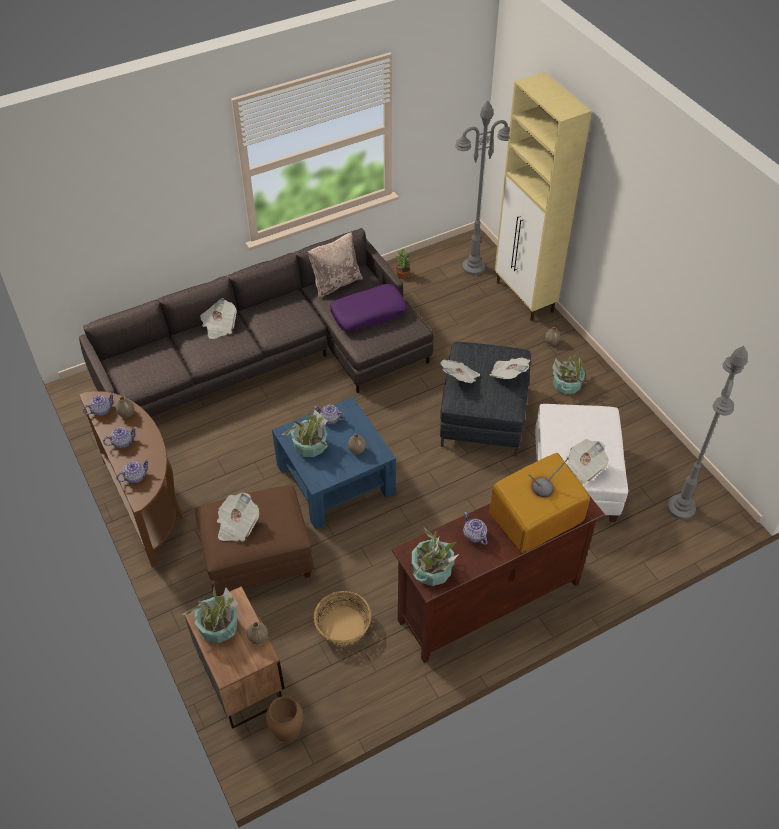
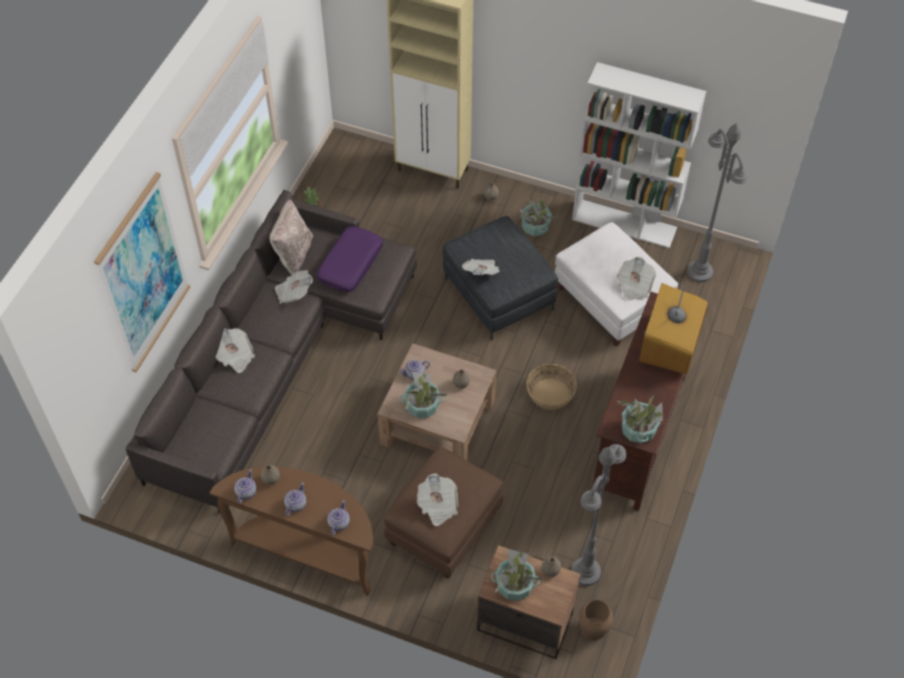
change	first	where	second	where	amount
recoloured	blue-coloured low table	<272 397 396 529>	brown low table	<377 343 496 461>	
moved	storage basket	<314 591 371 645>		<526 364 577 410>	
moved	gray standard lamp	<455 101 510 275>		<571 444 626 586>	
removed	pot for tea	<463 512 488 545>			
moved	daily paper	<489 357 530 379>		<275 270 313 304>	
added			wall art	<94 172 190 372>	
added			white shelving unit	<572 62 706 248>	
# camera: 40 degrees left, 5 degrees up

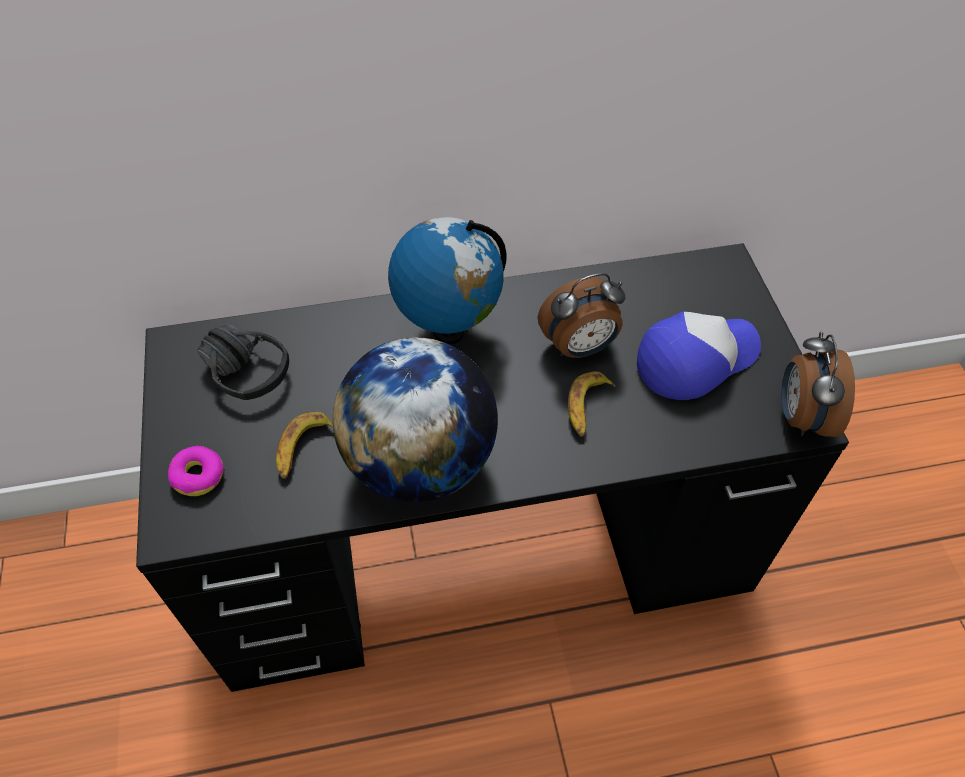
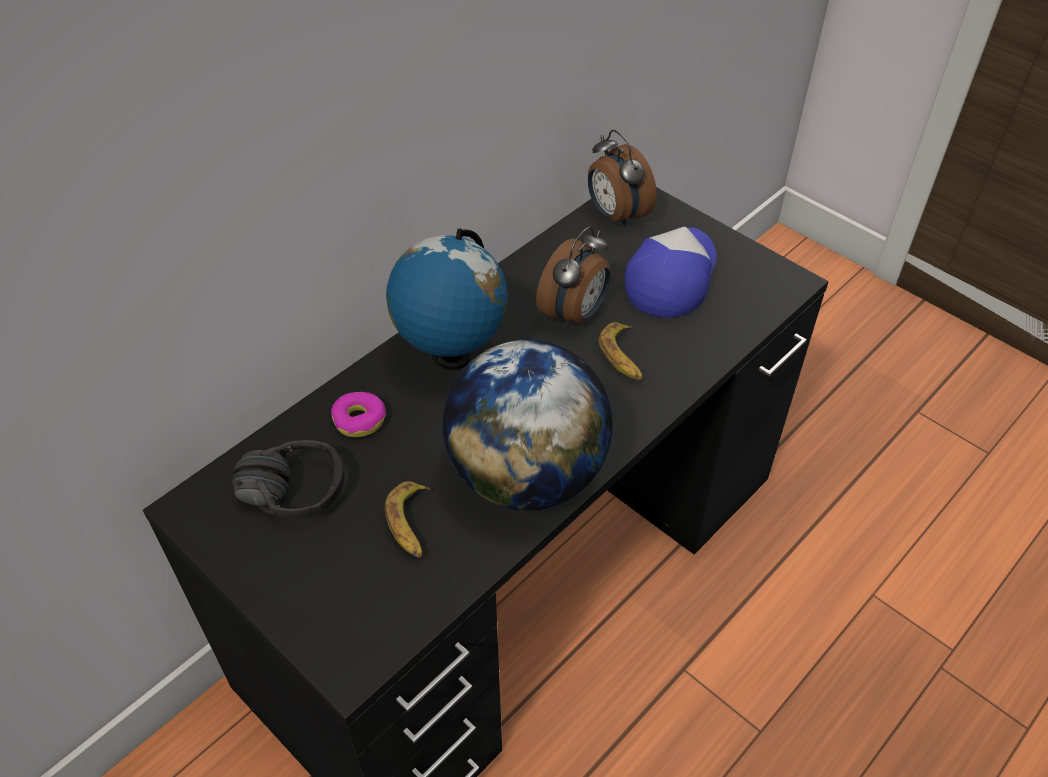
change	first	where	second	where	amount
moved	doughnut	<168 446 225 496>		<331 392 386 437>	
moved	table clock	<781 332 855 437>		<588 130 657 228>	
# camera: 35 degrees left, 5 degrees down

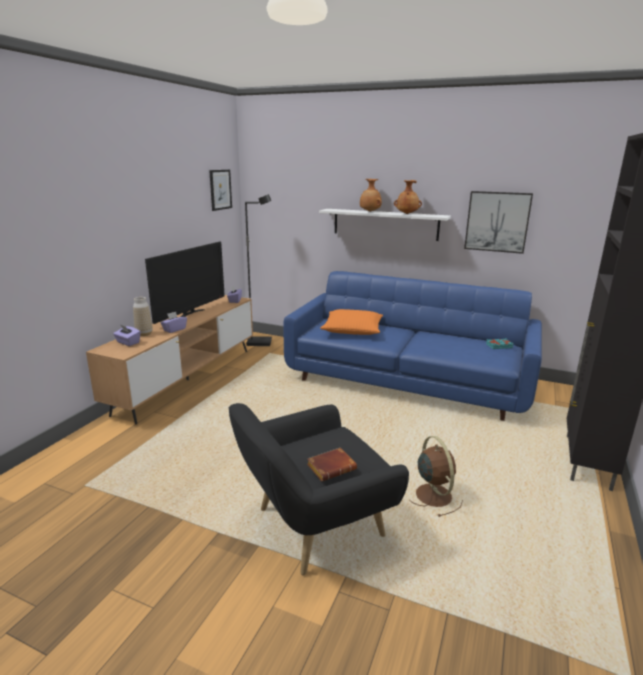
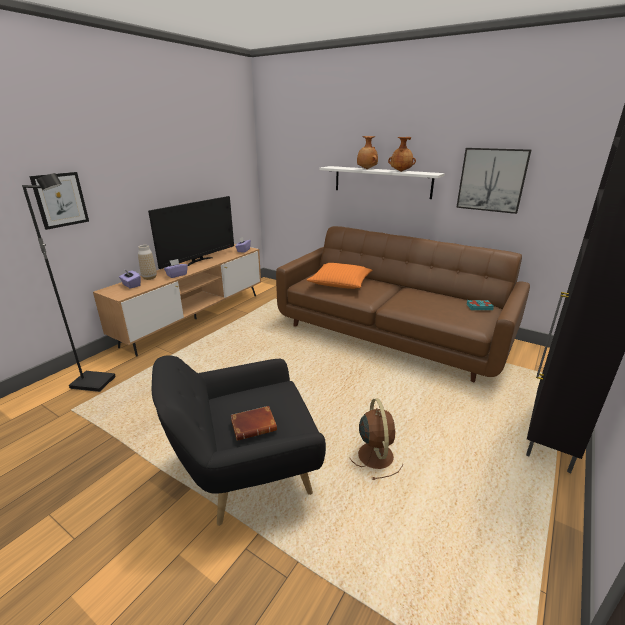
change	first	where	second	where	amount
moved	wall art	<209 170 232 211>		<29 172 89 230>	
moved	blackish standard lamp	<245 194 272 346>		<22 173 116 392>	
recoloured	blue-coloured settee	<283 271 542 421>	brown settee	<276 226 530 382>	
# camera: 10 degrees right, 5 degrees up

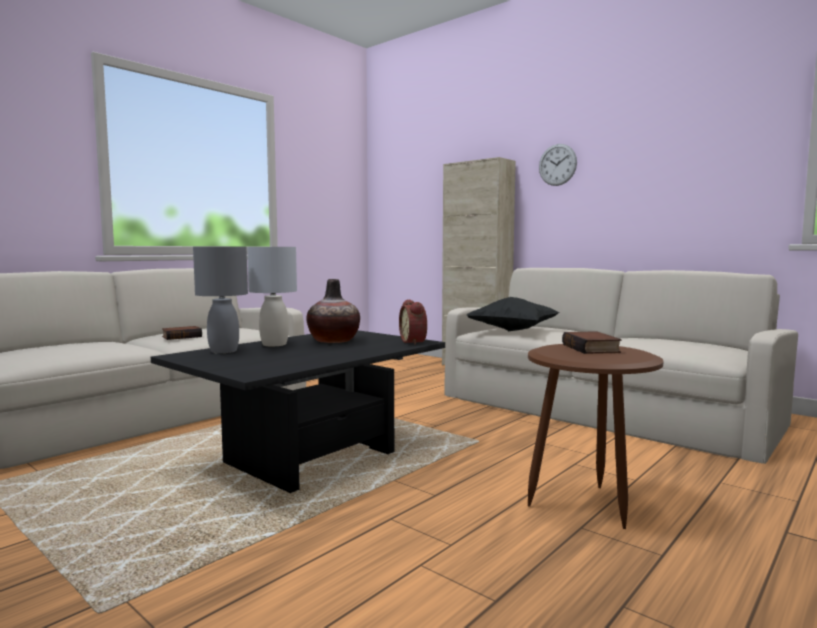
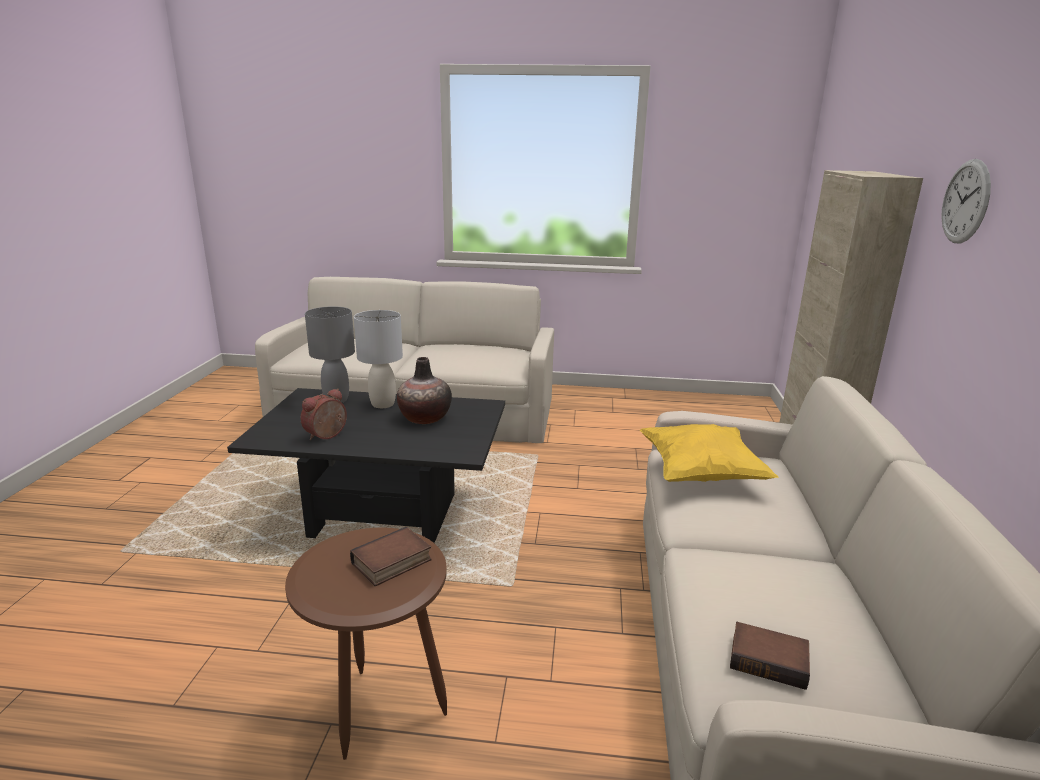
change	first	where	second	where	amount
moved	volume	<162 326 202 340>		<730 622 810 690>	
moved	table clock	<399 299 427 345>		<300 389 347 440>	
recoloured	blackish cushion	<467 297 559 331>	yellow cushion	<640 424 779 482>	
# camera: 55 degrees right, 15 degrees up

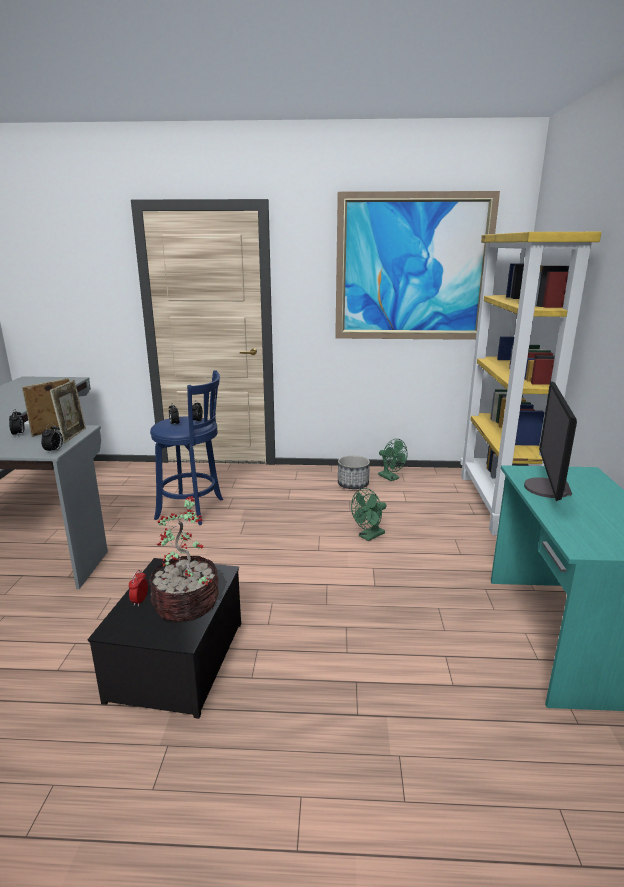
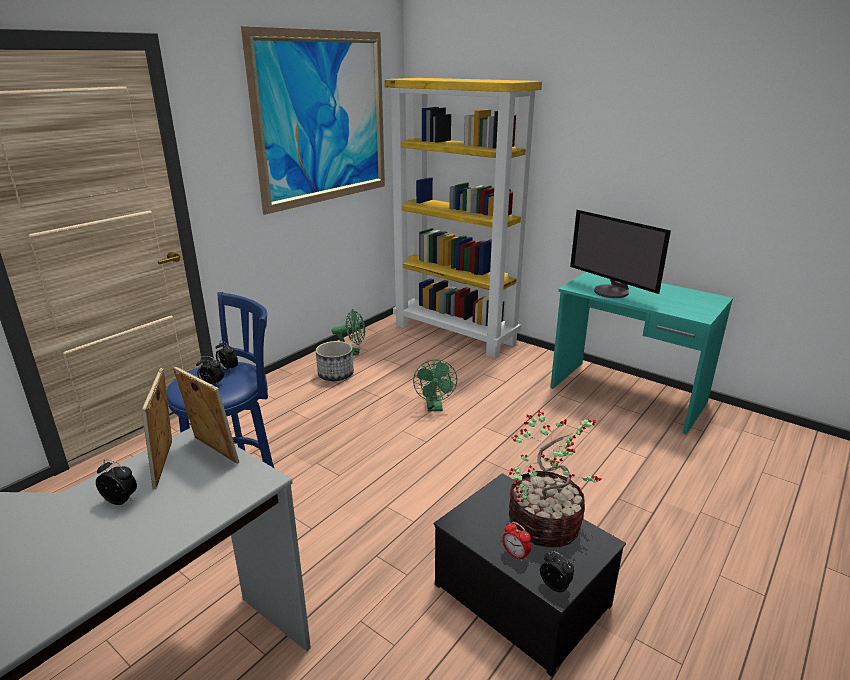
change	first	where	second	where	amount
moved	table clock	<41 423 63 453>		<540 551 574 592>	
# camera: 55 degrees left, 5 degrees up

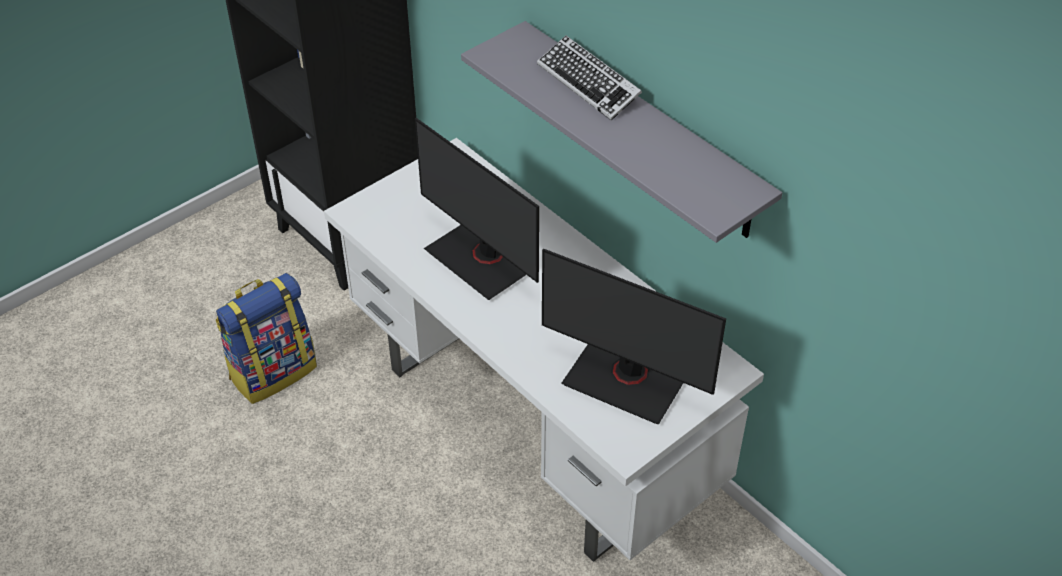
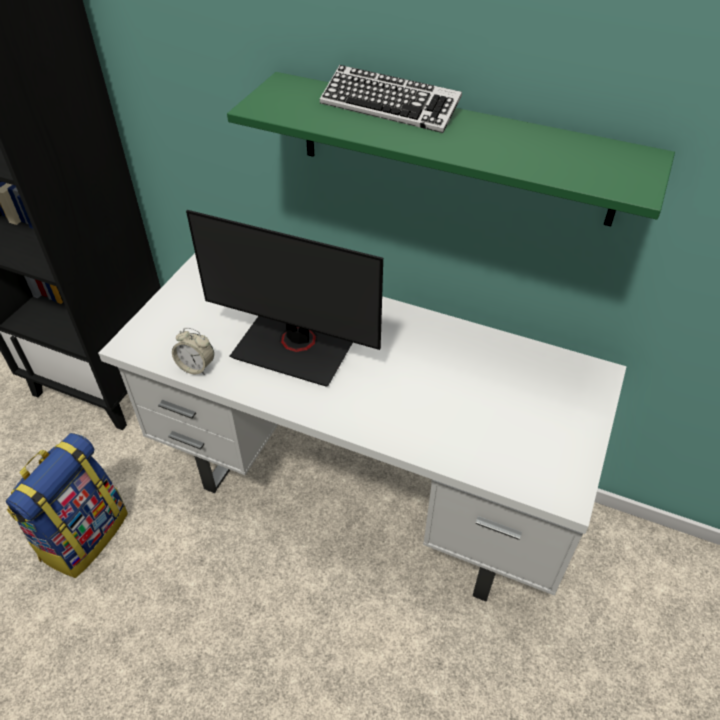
change	first	where	second	where	amount
recoloured	gray shelf	<461 21 782 243>	green shelf	<227 72 675 226>	
removed	computer display	<542 248 726 424>			
added			table clock	<172 328 214 375>	
# camera: 25 degrees left, 0 degrees up

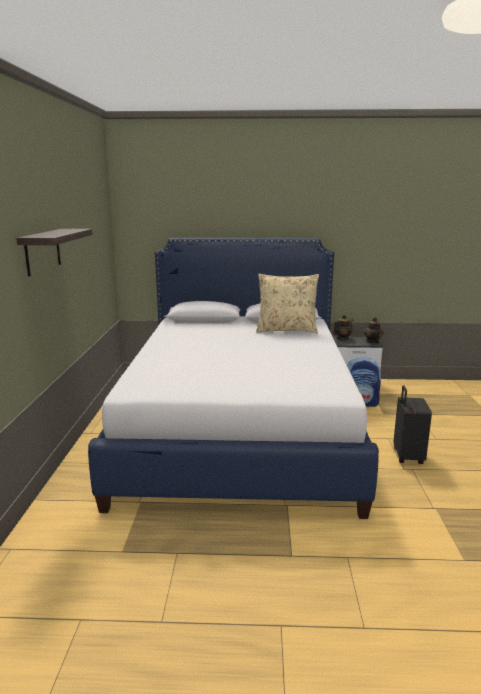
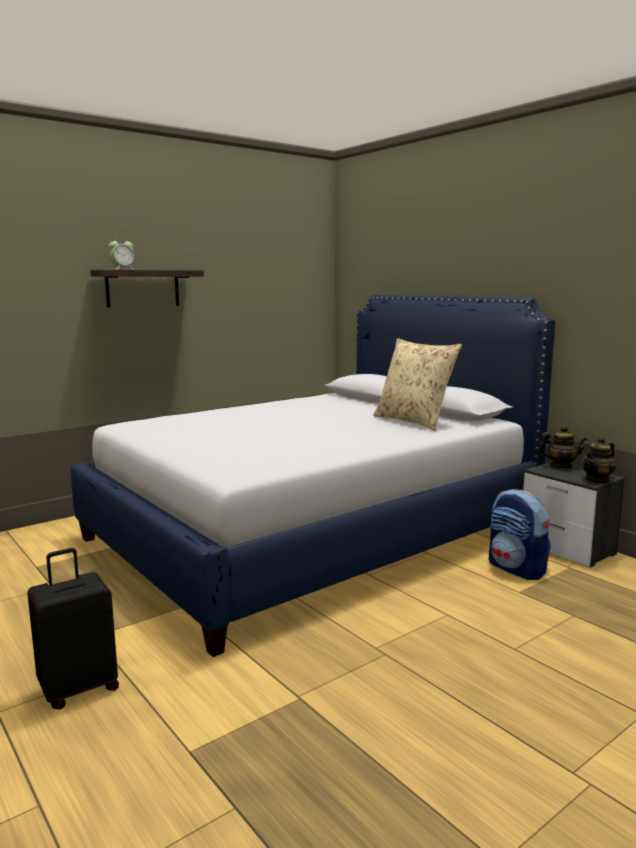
change	first	where	second	where	amount
moved	blackish piece of luggage	<394 385 432 464>		<27 548 119 709>	
added			table clock	<108 237 135 270>	
# camera: 50 degrees right, 5 degrees down

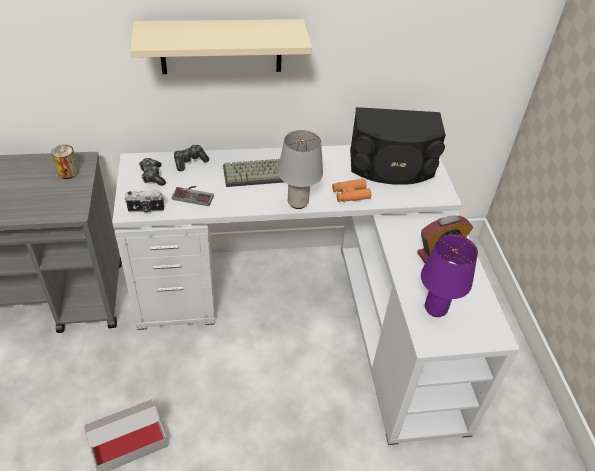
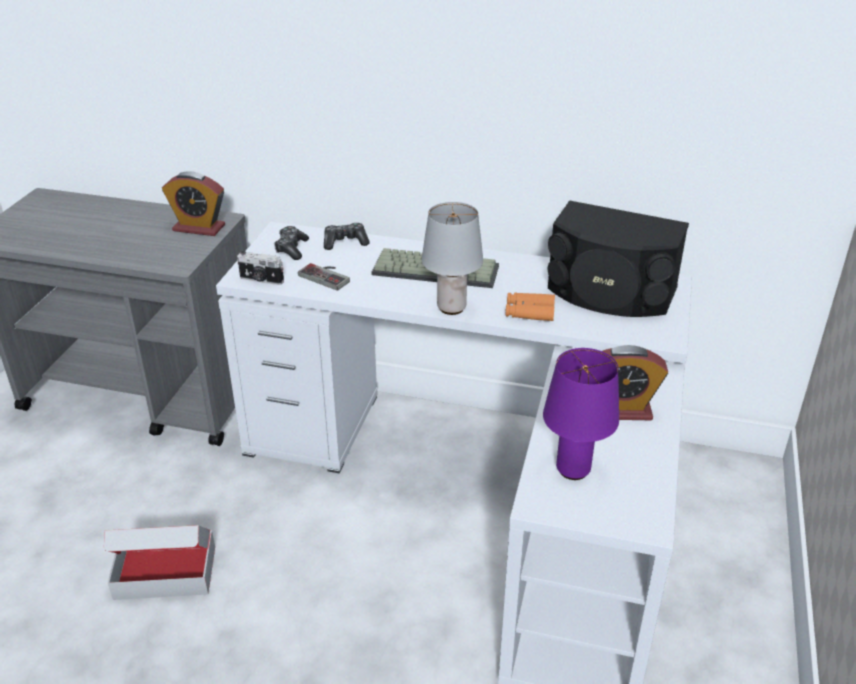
change	first	where	second	where	amount
replaced	sealed can	<52 145 79 179>	table clock	<162 171 225 236>	
removed	sand-coloured shelf	<130 19 312 74>			
# camera: 25 degrees right, 10 degrees down

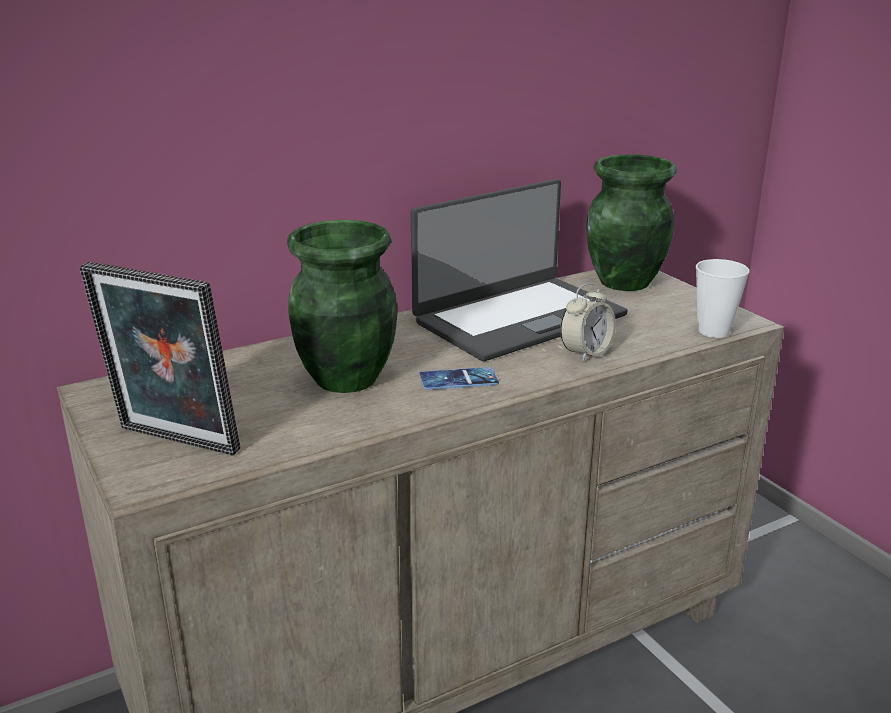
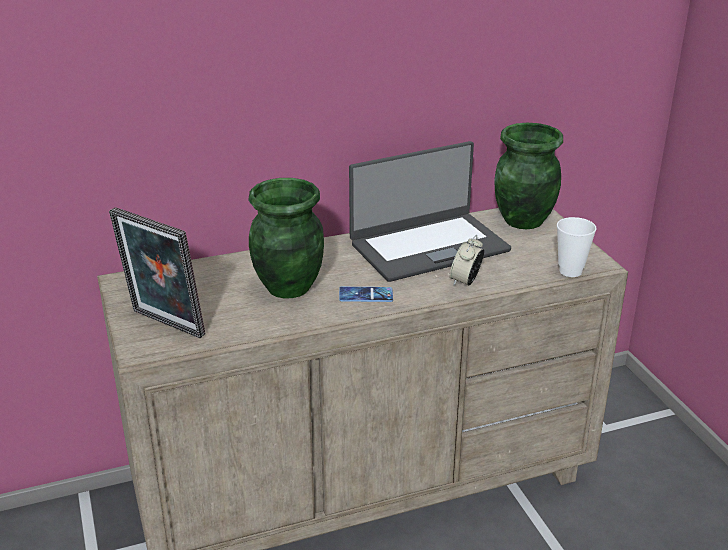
change	first	where	second	where	amount
turned	table clock	<560 283 616 362>		<450 235 484 286>	150 degrees clockwise
# camera: 10 degrees right, 5 degrees up

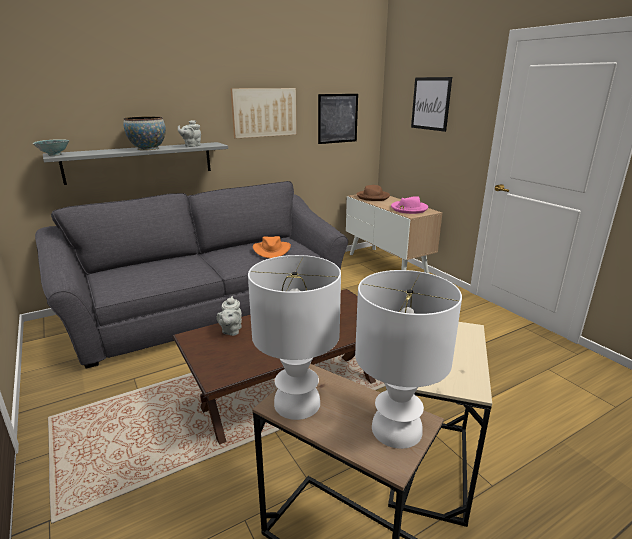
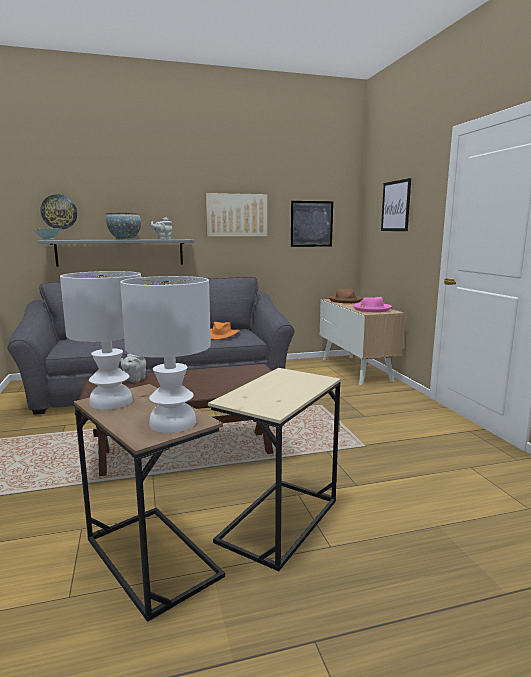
change	first	where	second	where	amount
added			clock on the wall	<41 194 77 229>	
# camera: 15 degrees right, 10 degrees down

